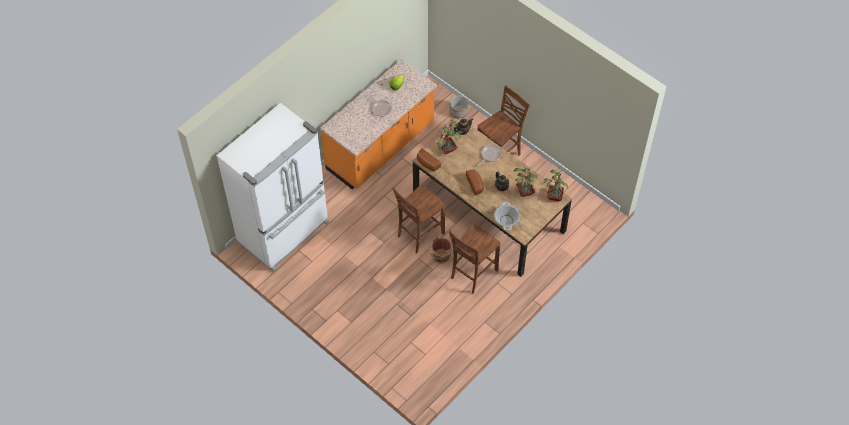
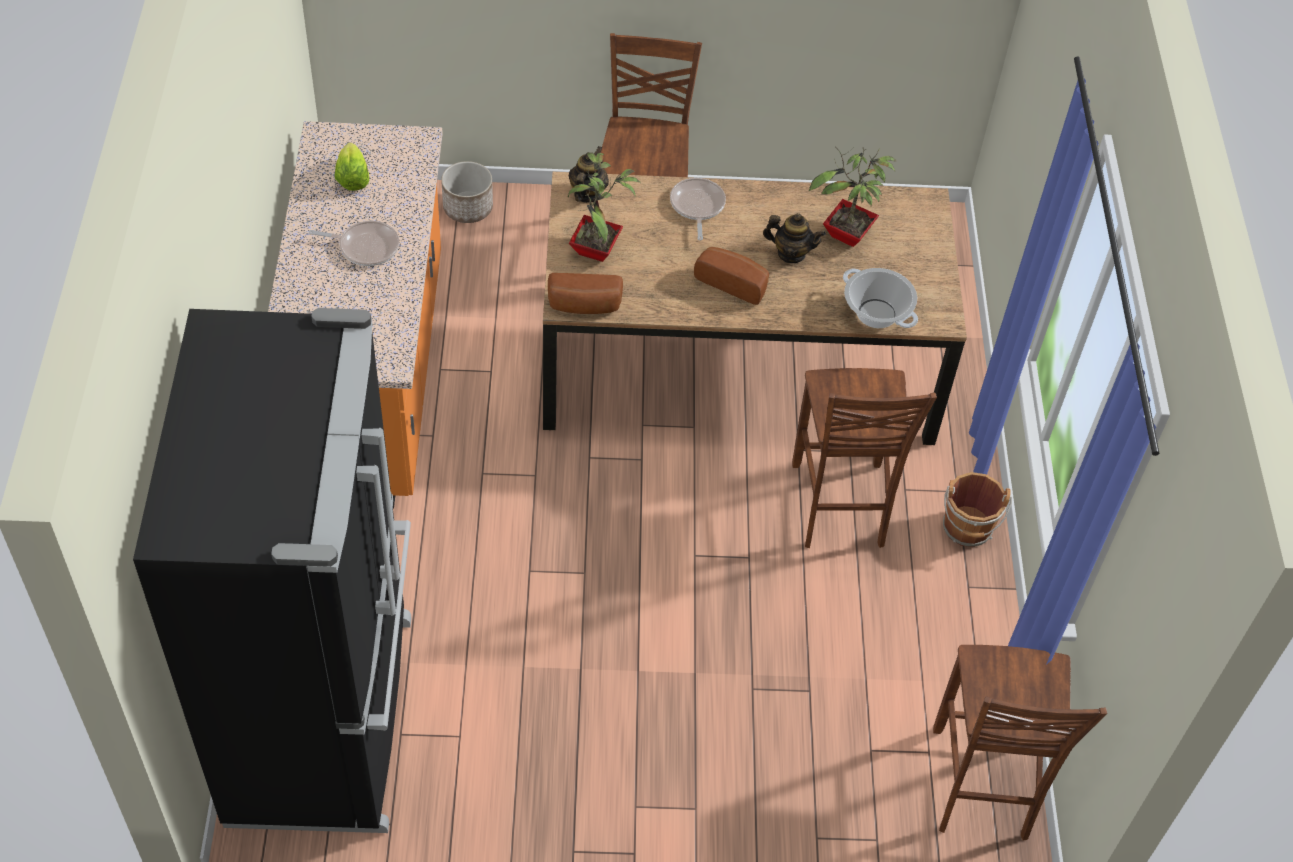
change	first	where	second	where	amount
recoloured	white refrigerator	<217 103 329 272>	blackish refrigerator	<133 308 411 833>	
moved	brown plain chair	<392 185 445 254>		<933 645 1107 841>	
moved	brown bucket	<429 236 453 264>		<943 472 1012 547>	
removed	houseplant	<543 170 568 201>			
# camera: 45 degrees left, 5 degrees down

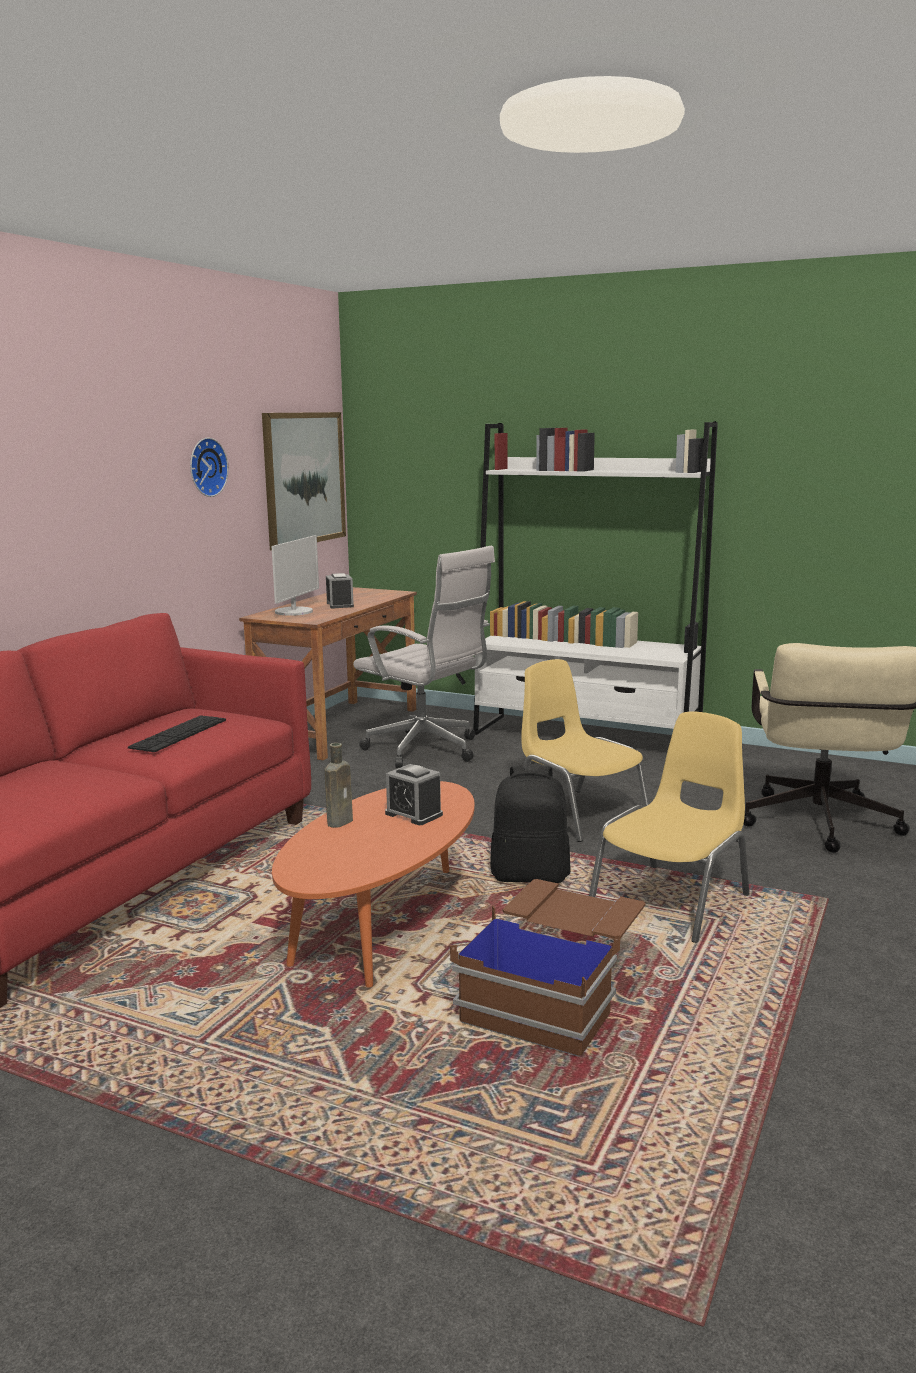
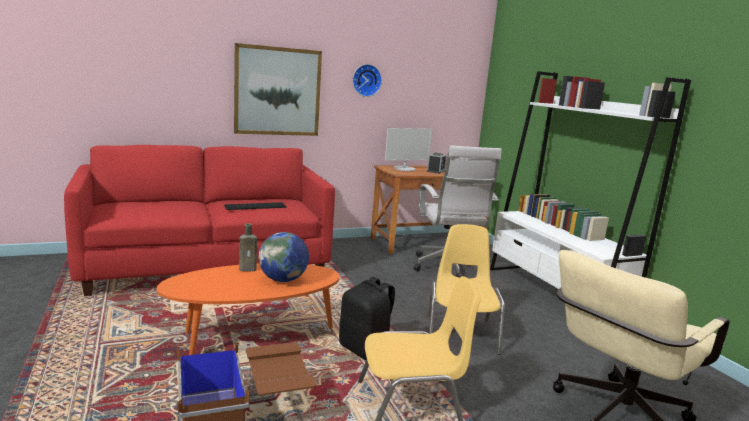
change	first	where	second	where	amount
moved	wall art	<262 412 346 551>		<234 43 322 136>	
replaced	table clock	<385 764 443 825>	desk globe	<259 232 309 282>	
# camera: 40 degrees right, 0 degrees up

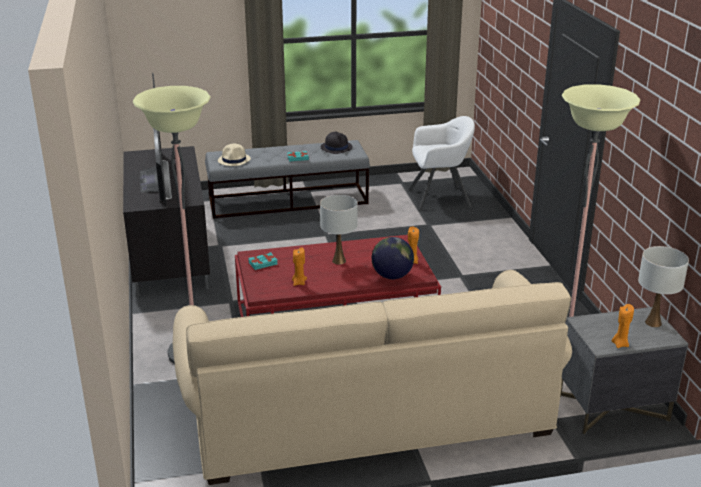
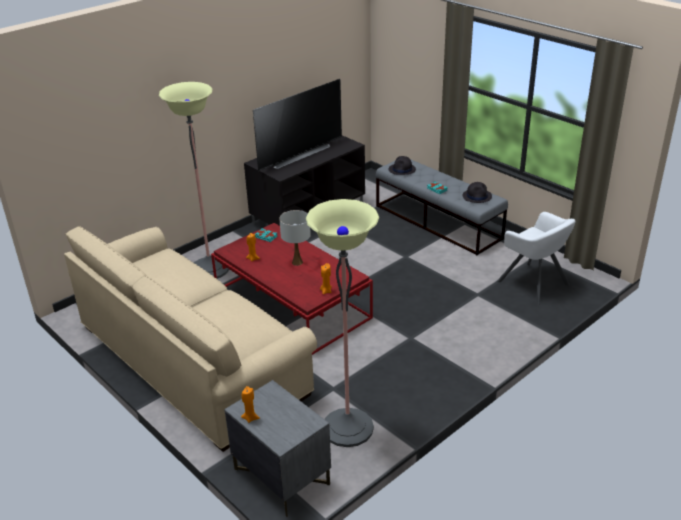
change	first	where	second	where	amount
recoloured	sand-coloured clothing hat	<218 144 251 166>	blackish clothing hat	<389 156 416 175>	
removed	desk globe	<372 237 414 279>			
removed	white lamp for a table	<638 246 689 327>			
# camera: 60 degrees right, 5 degrees up

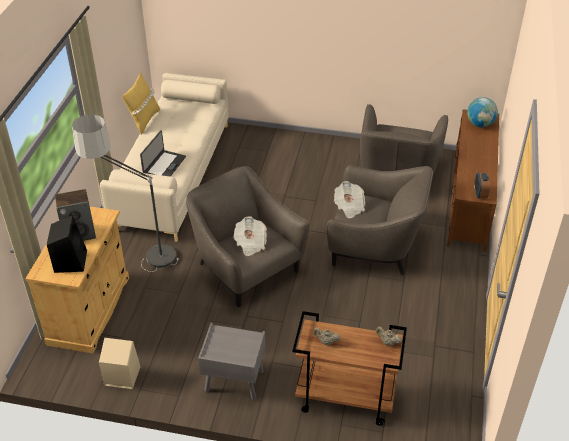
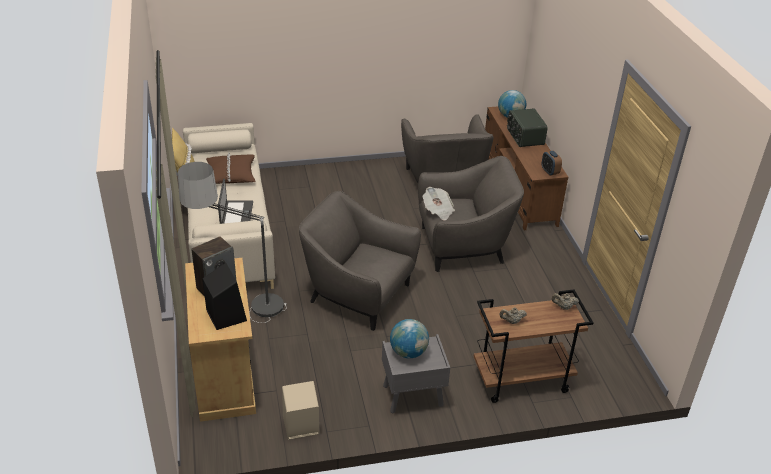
change	first	where	second	where	amount
removed	daily paper	<233 216 267 256>			
added			brown cushion	<206 153 255 184>	
added			desk globe	<390 319 429 358>	
added			radio receiver	<507 108 548 147>	
# camera: 25 degrees left, 5 degrees down

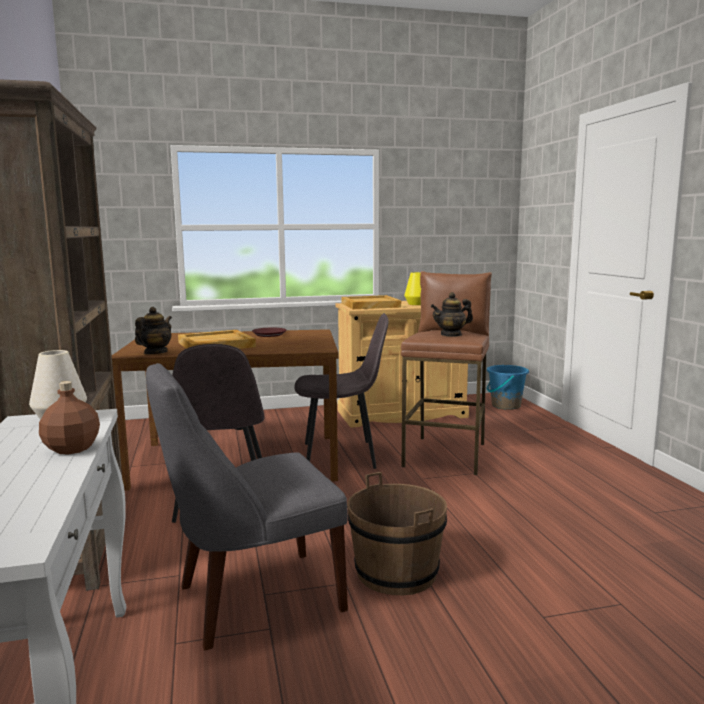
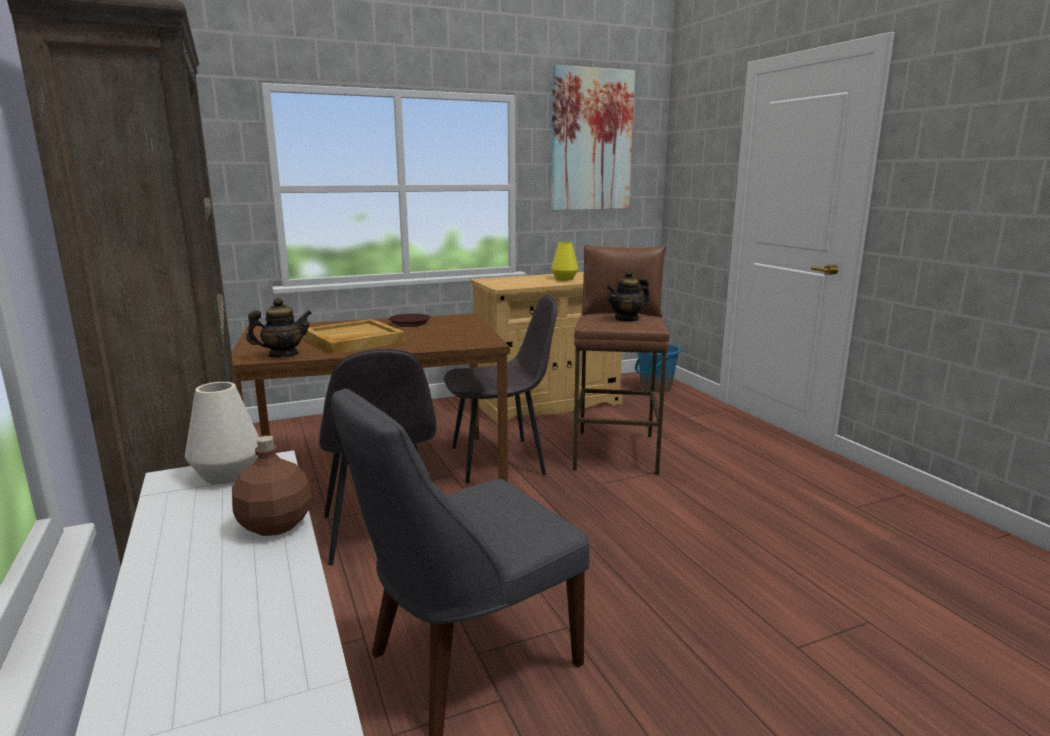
change	first	where	second	where	amount
turned	pot for tea	<135 307 172 354>		<246 298 312 357>	45 degrees clockwise
removed	sand-coloured tray	<342 295 401 309>			
removed	brown bucket	<347 472 447 595>			
added			wall art	<551 65 635 211>	
# camera: 10 degrees left, 5 degrees up

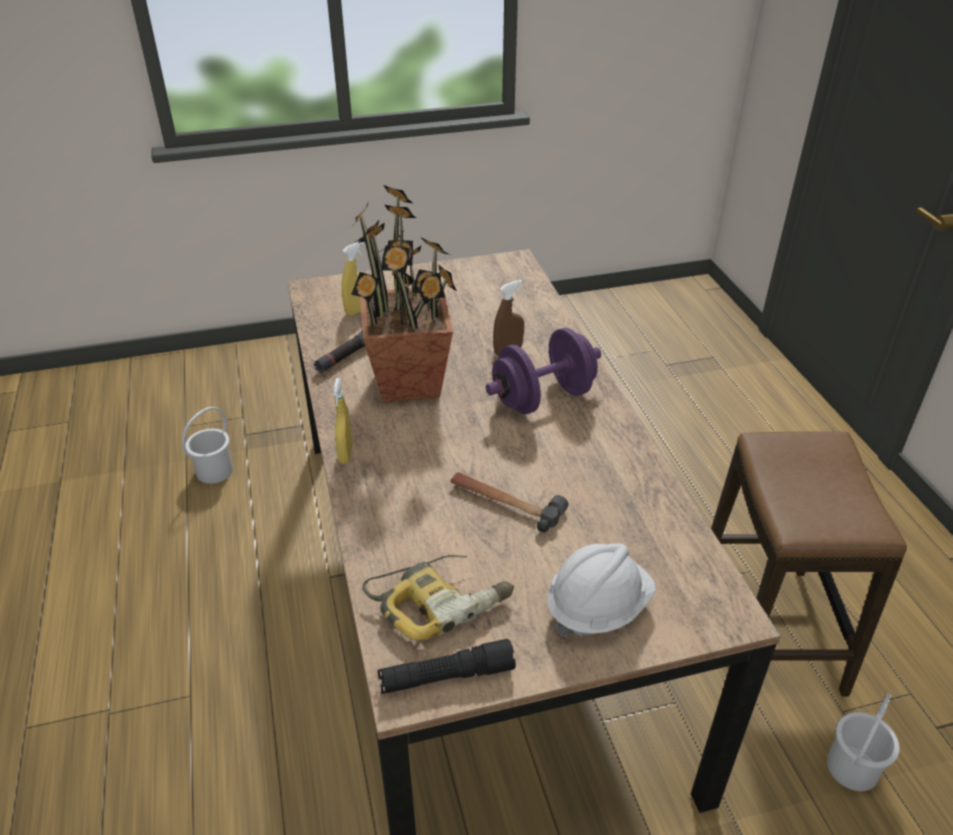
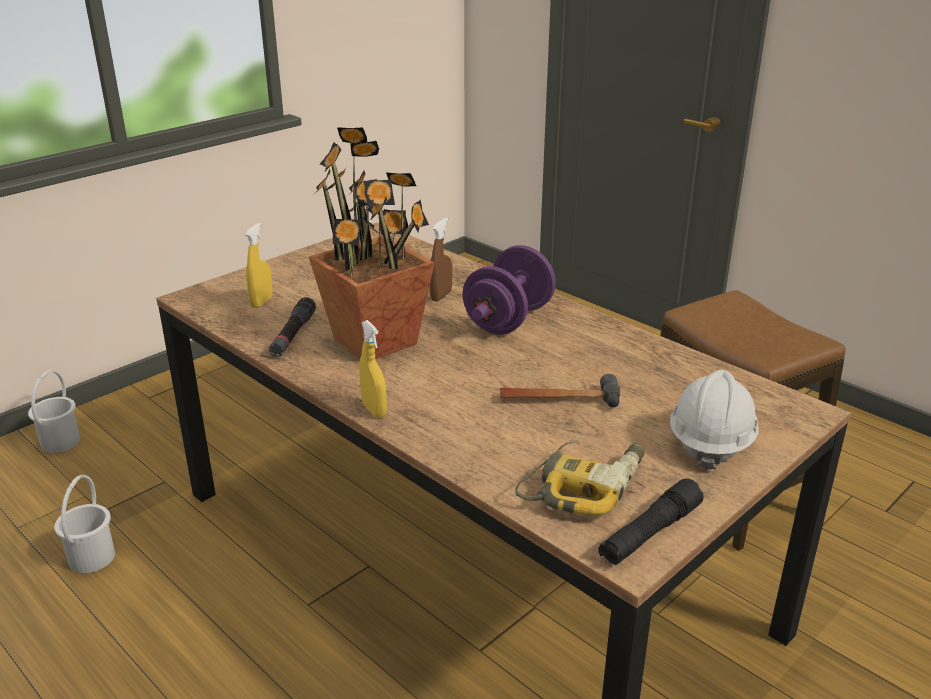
change	first	where	second	where	amount
moved	white bucket	<827 693 899 791>		<28 370 80 453>	
# camera: 30 degrees left, 10 degrees down

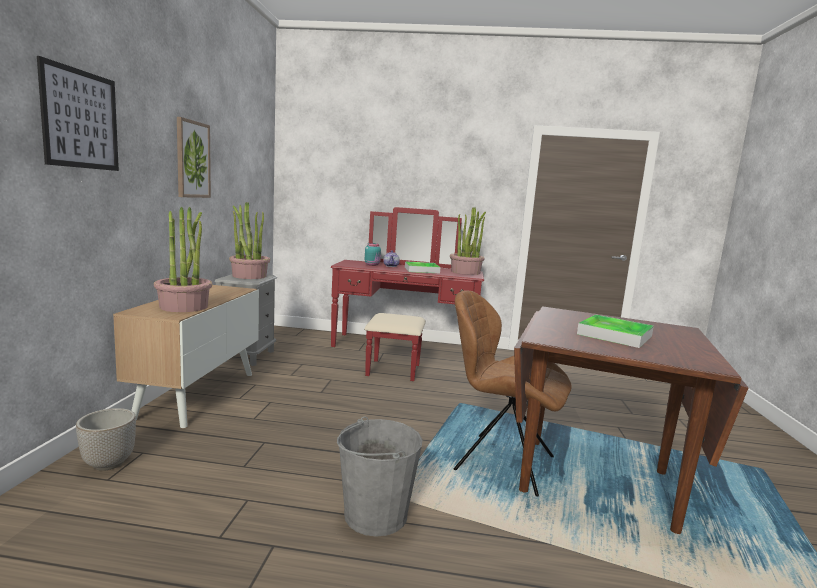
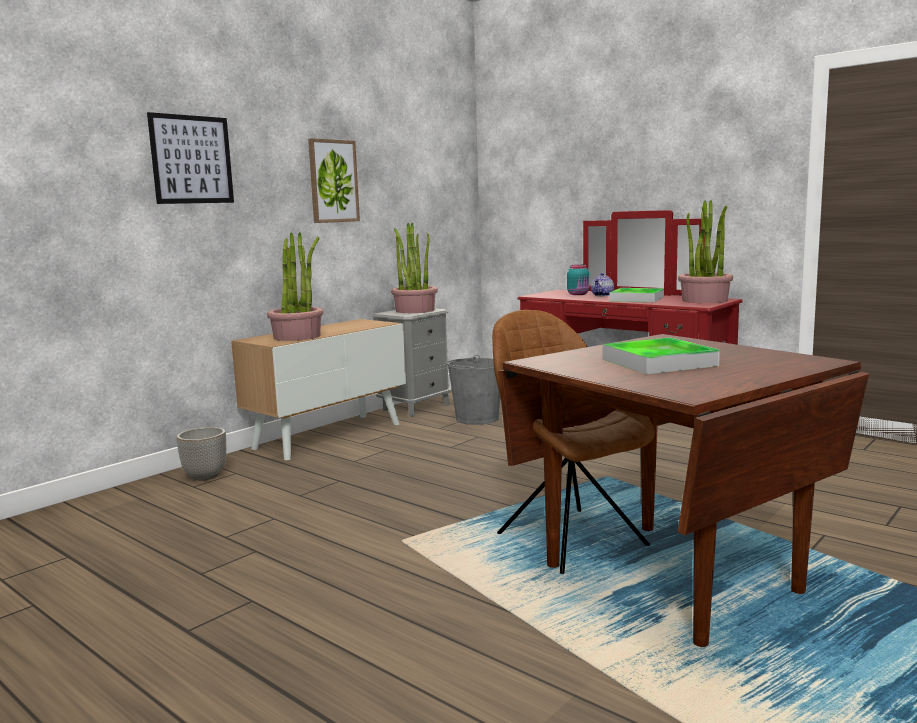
change	first	where	second	where	amount
moved	gray bucket	<337 417 422 537>		<446 355 500 425>	
# camera: 35 degrees right, 0 degrees up

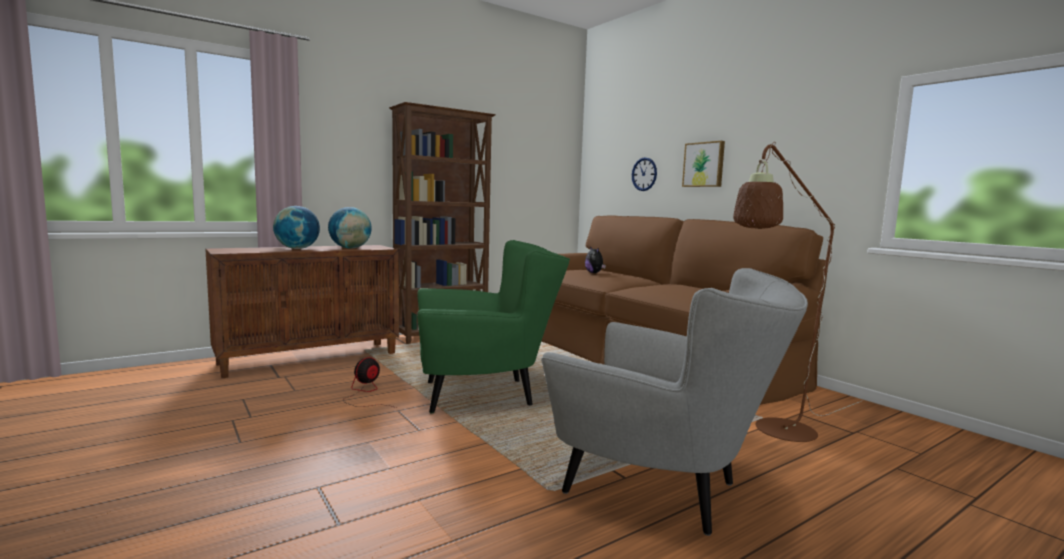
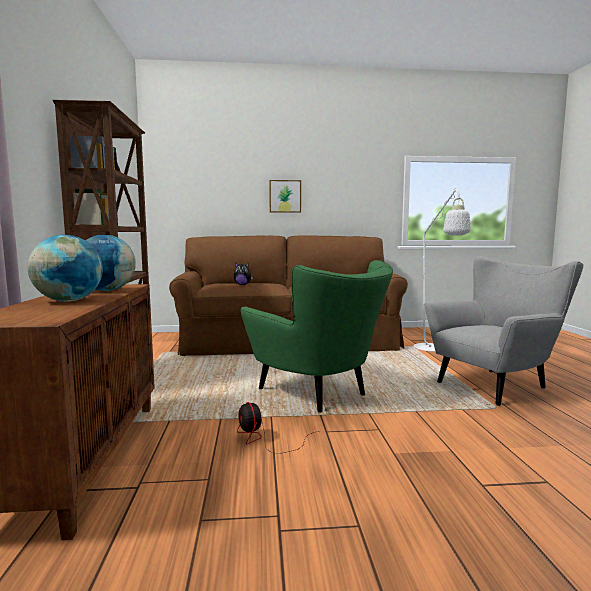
change	first	where	second	where	amount
turned	green easy chair	<417 240 570 413>		<240 260 393 413>	120 degrees clockwise
removed	clock on the wall	<632 157 657 191>			
recoloured	brown standard lamp	<733 142 862 442>	white standard lamp	<402 188 471 352>	
# camera: 60 degrees left, 0 degrees up

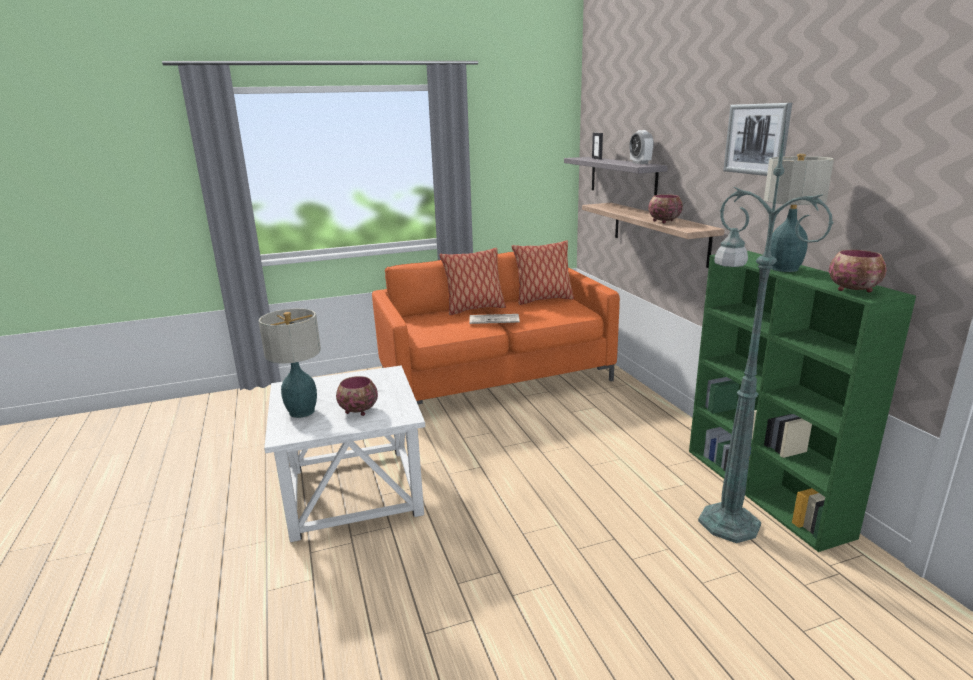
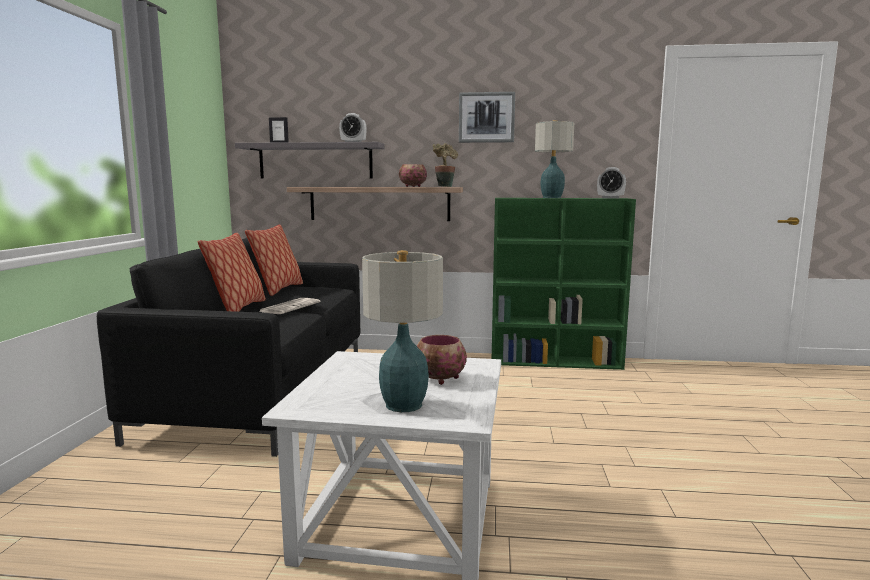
change	first	where	second	where	amount
recoloured	orange-coloured settee	<372 252 620 404>	blackish settee	<97 238 360 457>	
removed	green standard lamp	<698 122 833 543>			
replaced	bowl	<829 250 886 293>	table clock	<597 167 626 199>	
added			houseplant	<432 143 458 187>	
# camera: 65 degrees left, 10 degrees down

